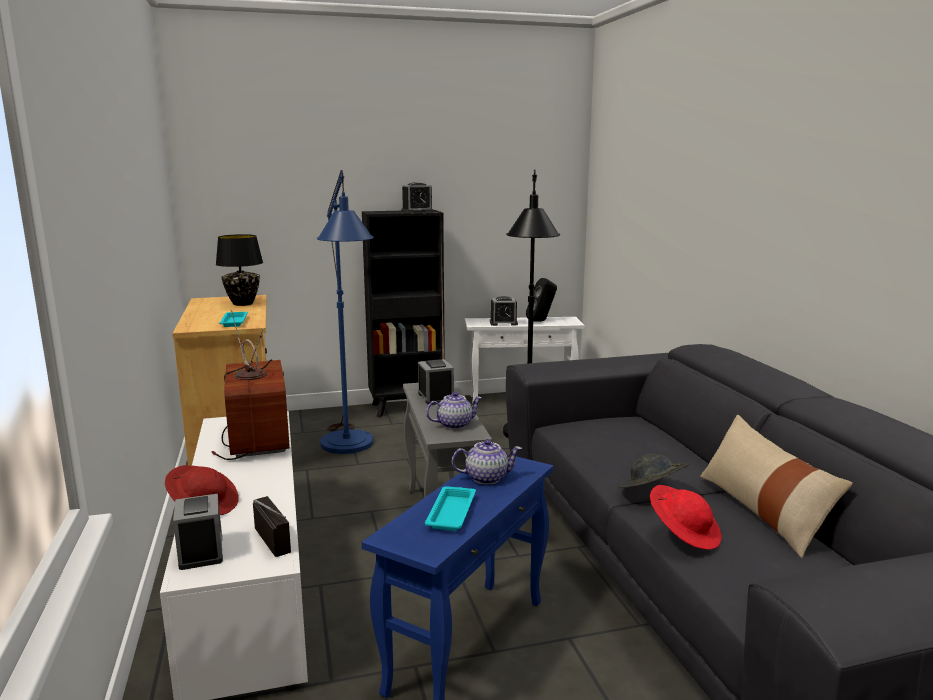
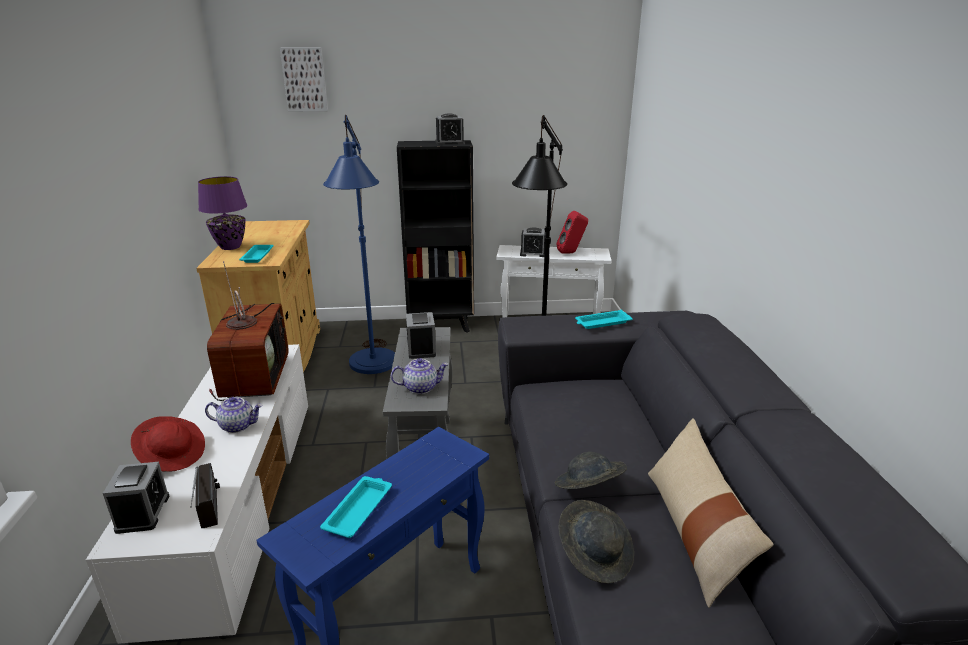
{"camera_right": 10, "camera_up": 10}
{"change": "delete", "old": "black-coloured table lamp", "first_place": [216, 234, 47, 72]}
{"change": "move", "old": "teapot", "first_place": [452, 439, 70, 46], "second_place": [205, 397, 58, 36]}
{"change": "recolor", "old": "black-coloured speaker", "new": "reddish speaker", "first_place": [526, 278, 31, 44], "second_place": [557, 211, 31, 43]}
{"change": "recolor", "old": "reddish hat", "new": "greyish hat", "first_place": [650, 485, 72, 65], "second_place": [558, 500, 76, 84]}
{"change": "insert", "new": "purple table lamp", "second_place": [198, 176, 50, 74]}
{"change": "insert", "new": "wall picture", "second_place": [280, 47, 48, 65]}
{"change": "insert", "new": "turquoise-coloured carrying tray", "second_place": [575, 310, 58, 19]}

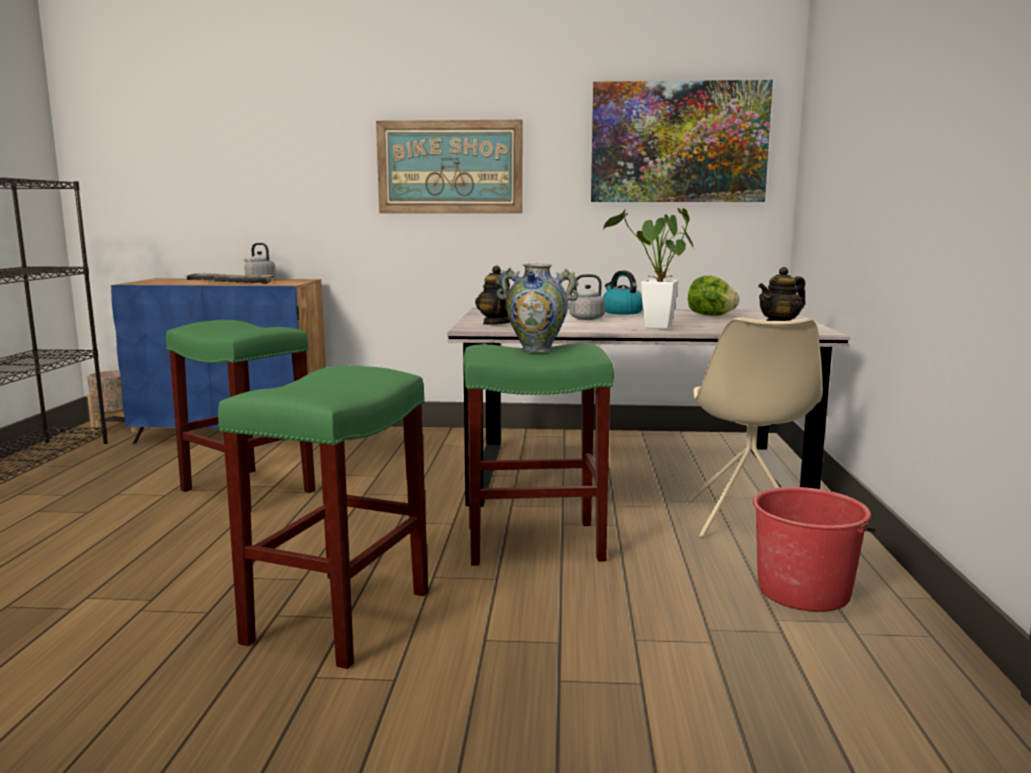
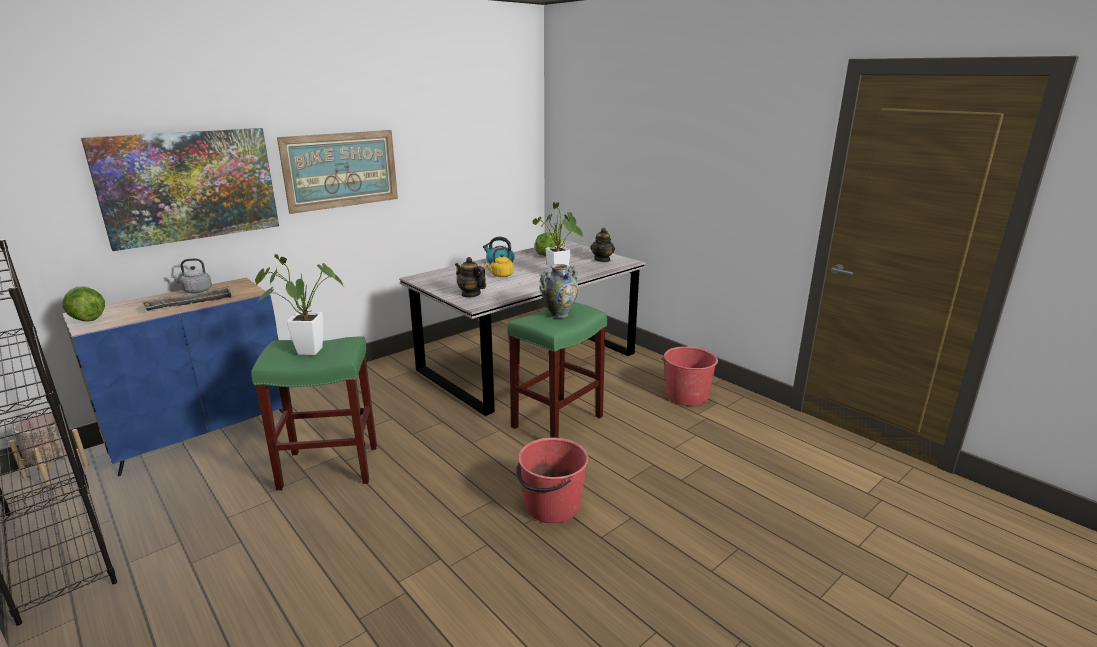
{"camera_right": -45, "camera_up": 10}
{"change": "replace", "old": "greenish sitting stool", "new": "reddish bucket", "first_place": [218, 365, 210, 304], "second_place": [517, 438, 72, 85]}
{"change": "recolor", "old": "greyish tea kettle", "new": "yellow tea kettle", "first_place": [568, 274, 37, 46], "second_place": [484, 247, 30, 30]}
{"change": "move", "old": "wall picture", "first_place": [591, 80, 182, 122], "second_place": [81, 128, 198, 123]}
{"change": "delete", "old": "sand-coloured upright chair", "first_place": [689, 317, 134, 221]}
{"change": "insert", "new": "lettuce", "second_place": [62, 287, 43, 34]}
{"change": "insert", "new": "plant in a pot", "second_place": [255, 254, 88, 101]}

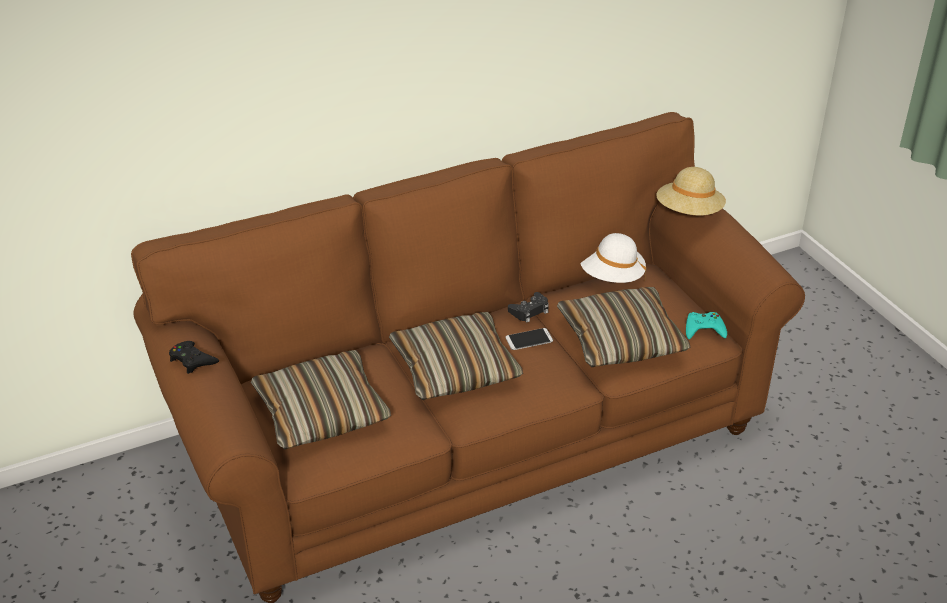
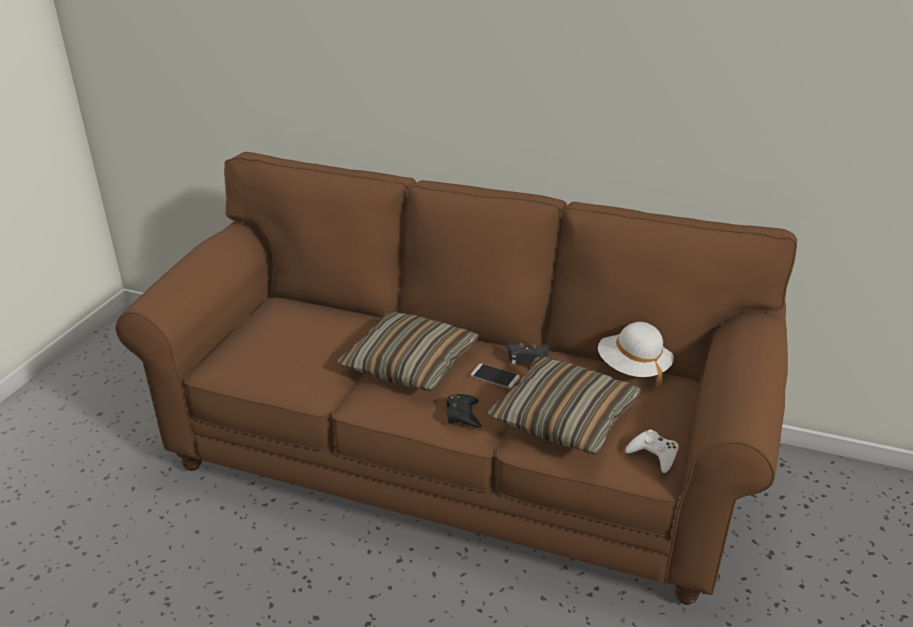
{"camera_right": 45, "camera_up": -5}
{"change": "move", "old": "black-coloured gamepad", "first_place": [169, 341, 50, 33], "second_place": [446, 394, 35, 34]}
{"change": "delete", "old": "pillow", "first_place": [251, 350, 140, 99]}
{"change": "delete", "old": "sand-coloured hat", "first_place": [656, 167, 70, 49]}
{"change": "recolor", "old": "turquoise-coloured gamepad", "new": "white gamepad", "first_place": [686, 312, 41, 27], "second_place": [625, 429, 54, 44]}

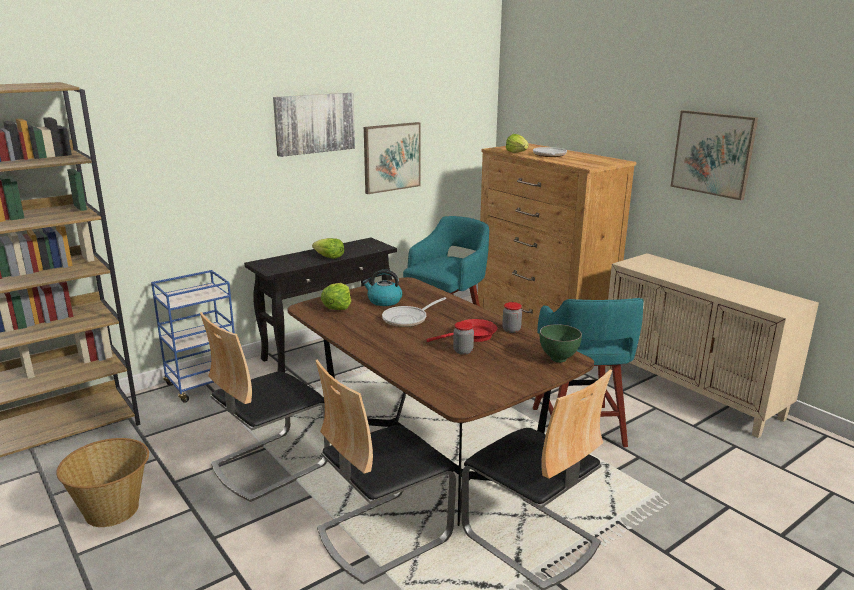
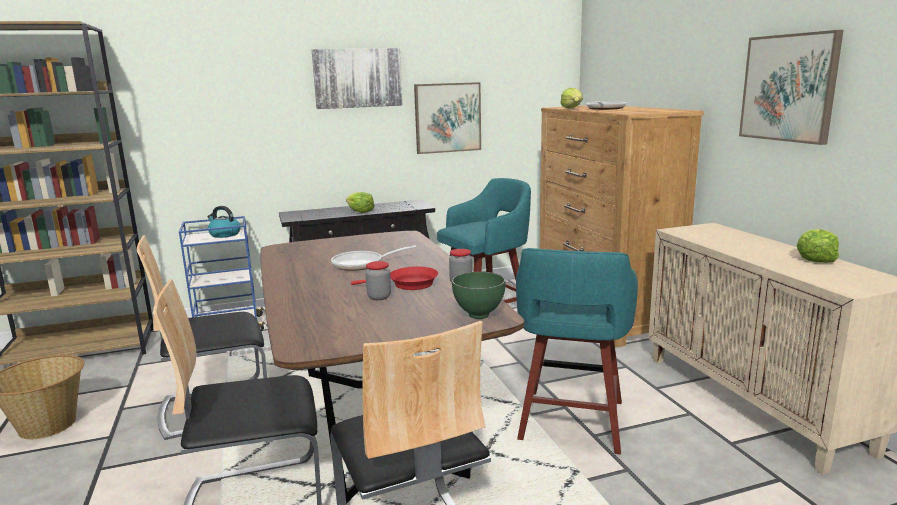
{"camera_right": 20, "camera_up": -5}
{"change": "move", "old": "lettuce", "first_place": [321, 283, 30, 27], "second_place": [797, 229, 42, 34]}
{"change": "move", "old": "tea kettle", "first_place": [362, 270, 40, 36], "second_place": [207, 206, 34, 32]}

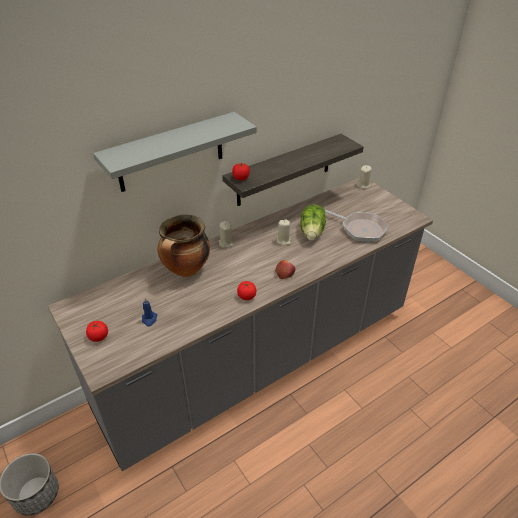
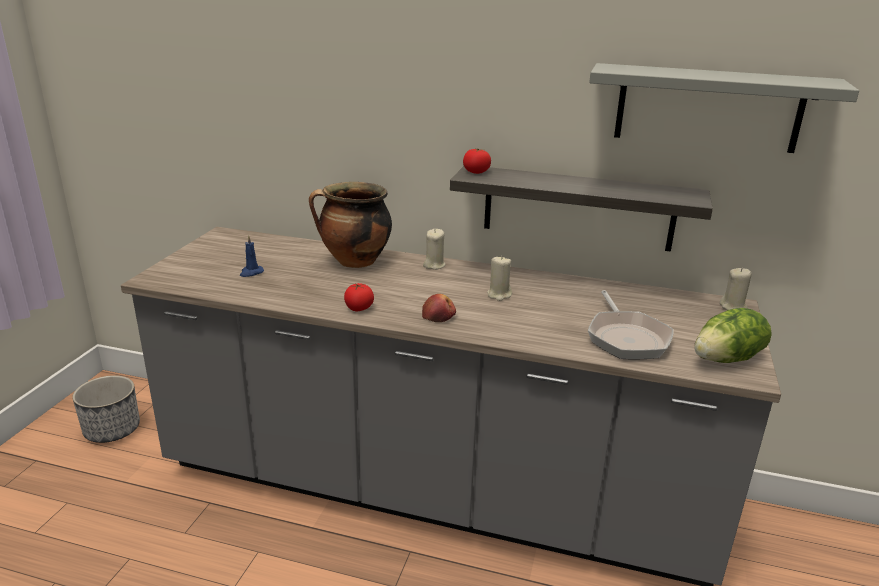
{"camera_right": 50, "camera_up": -15}
{"change": "delete", "old": "fresh tomato", "first_place": [86, 321, 22, 21]}
{"change": "move", "old": "greyish bracket shelf", "first_place": [93, 112, 164, 80], "second_place": [589, 63, 270, 90]}
{"change": "move", "old": "lettuce", "first_place": [300, 205, 26, 35], "second_place": [694, 308, 78, 55]}

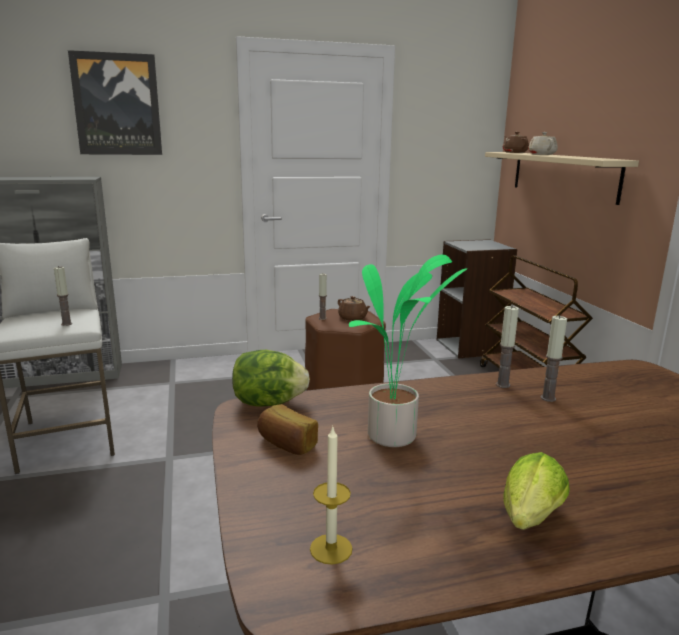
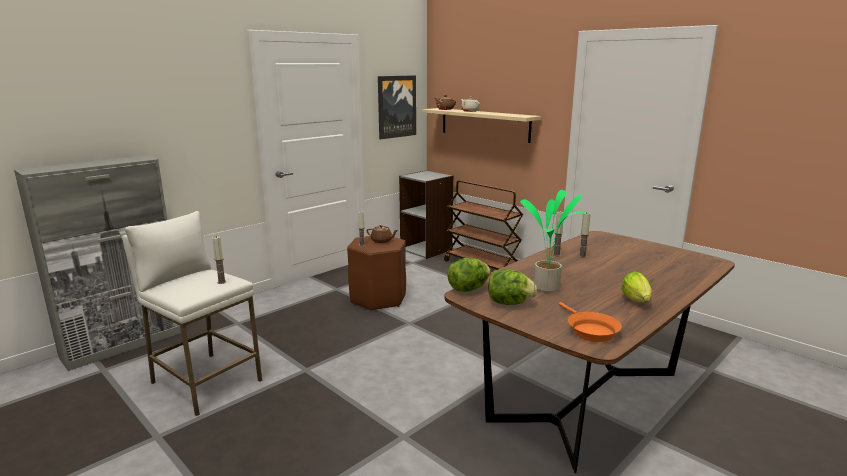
{"camera_right": -30, "camera_up": 0}
{"change": "move", "old": "wall picture", "first_place": [68, 50, 94, 105], "second_place": [378, 75, 38, 64]}
{"change": "replace", "old": "baked bread", "new": "lettuce", "first_place": [257, 404, 61, 51], "second_place": [488, 269, 49, 36]}
{"change": "replace", "old": "candle", "new": "orange skillet", "first_place": [310, 425, 43, 140], "second_place": [559, 302, 63, 40]}

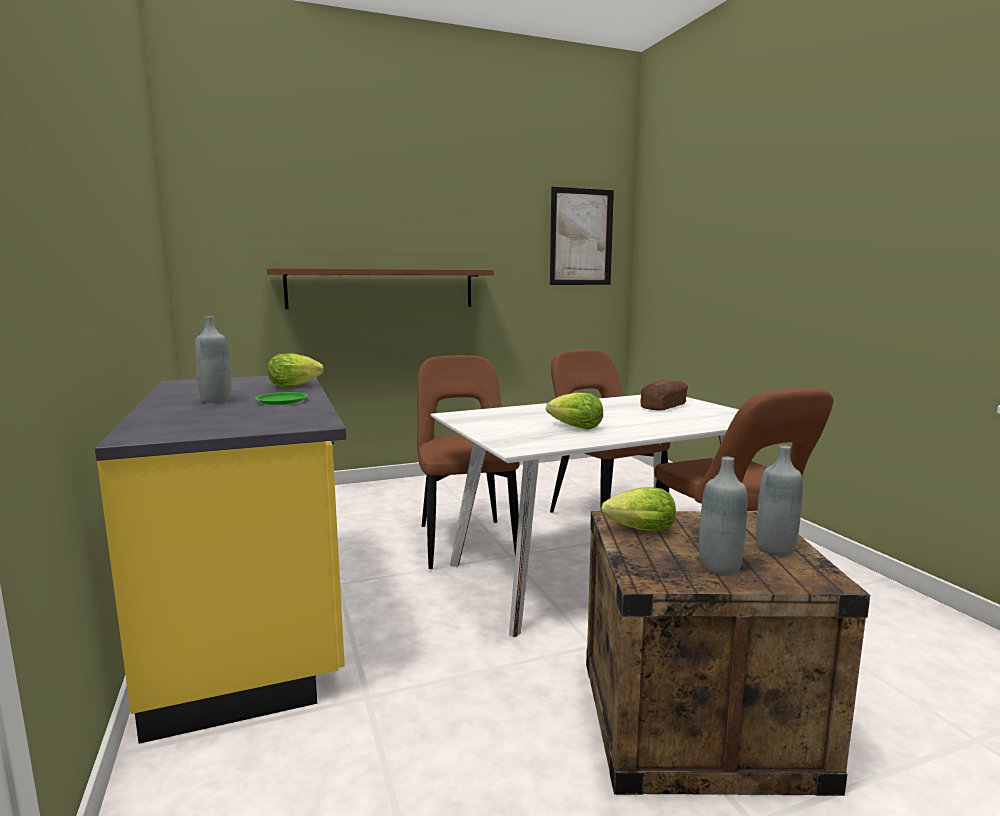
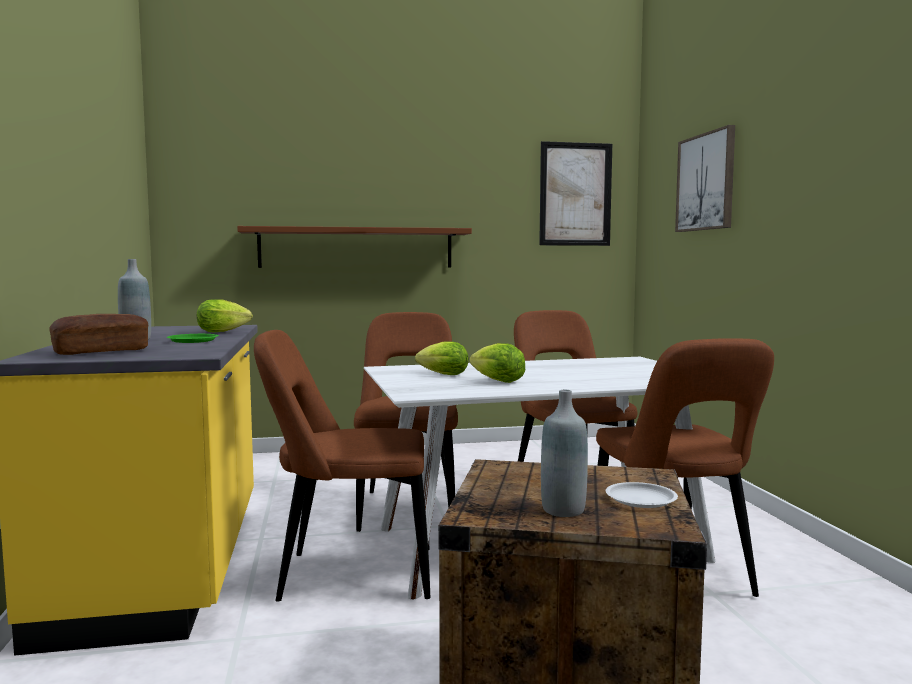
{"camera_right": 10, "camera_up": -5}
{"change": "move", "old": "lettuce", "first_place": [601, 487, 75, 44], "second_place": [415, 342, 53, 33]}
{"change": "move", "old": "baked bread", "first_place": [641, 380, 47, 31], "second_place": [50, 314, 98, 41]}
{"change": "replace", "old": "greyish beverage bottle", "new": "white dinner plate", "first_place": [756, 445, 47, 111], "second_place": [606, 482, 72, 26]}
{"change": "insert", "new": "brown-coloured upright chair", "second_place": [254, 330, 176, 272]}
{"change": "insert", "new": "wall picture", "second_place": [675, 125, 60, 107]}

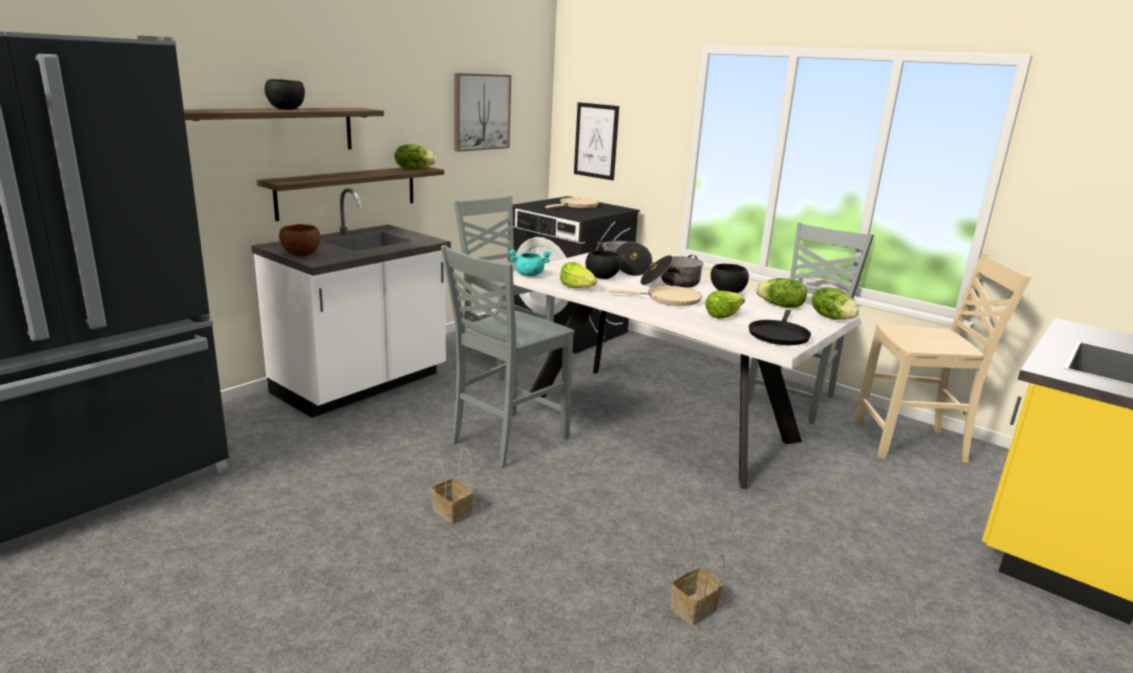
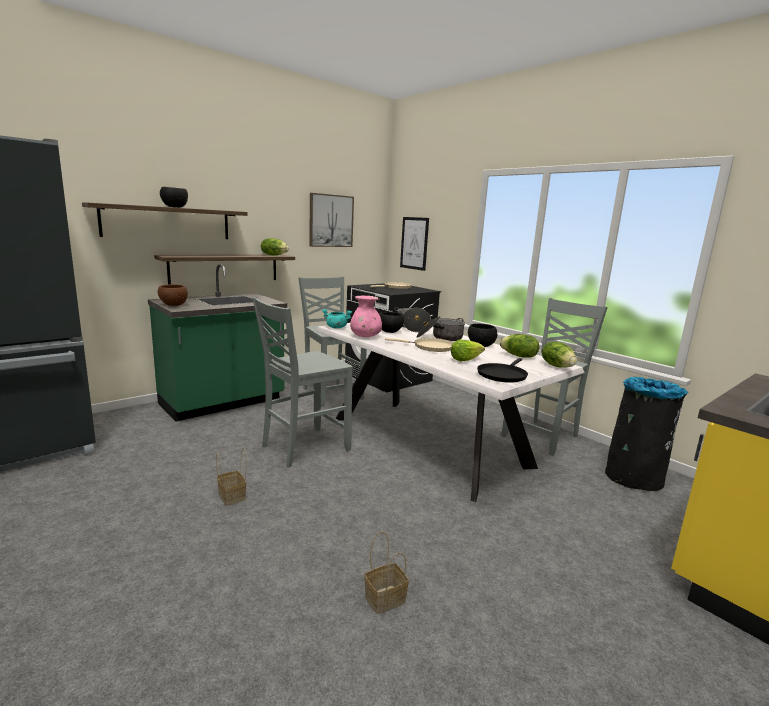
{"camera_right": 10, "camera_up": -5}
{"change": "recolor", "old": "white kitchen counter", "new": "greenish kitchen counter", "first_place": [251, 188, 200, 230], "second_place": [148, 264, 139, 158]}
{"change": "replace", "old": "lettuce", "new": "pinkish vase", "first_place": [560, 262, 37, 26], "second_place": [350, 295, 32, 42]}
{"change": "replace", "old": "sand-coloured upright chair", "new": "black-coloured rubbish bin", "first_place": [854, 254, 177, 209], "second_place": [605, 377, 83, 114]}

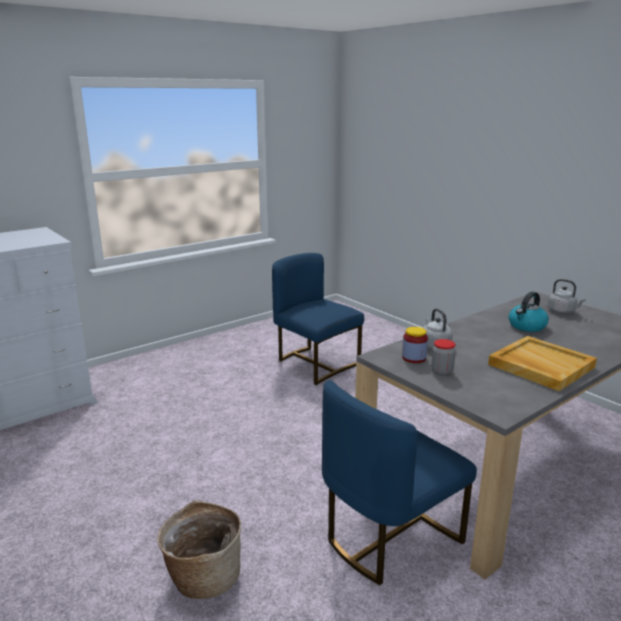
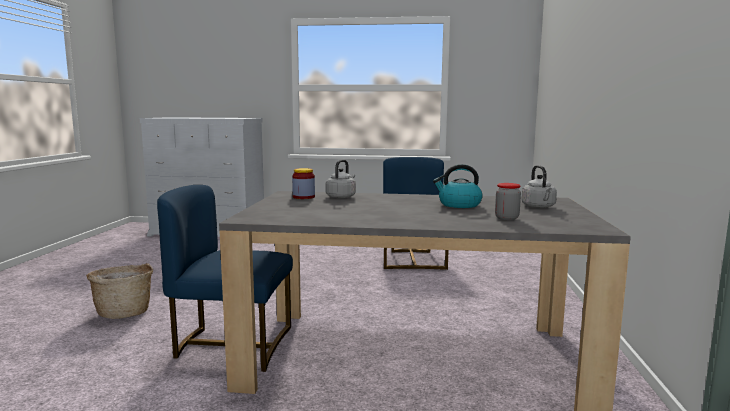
{"camera_right": 45, "camera_up": -10}
{"change": "move", "old": "jar", "first_place": [431, 339, 25, 37], "second_place": [495, 183, 26, 37]}
{"change": "delete", "old": "sand-coloured carrying tray", "first_place": [488, 336, 109, 55]}

